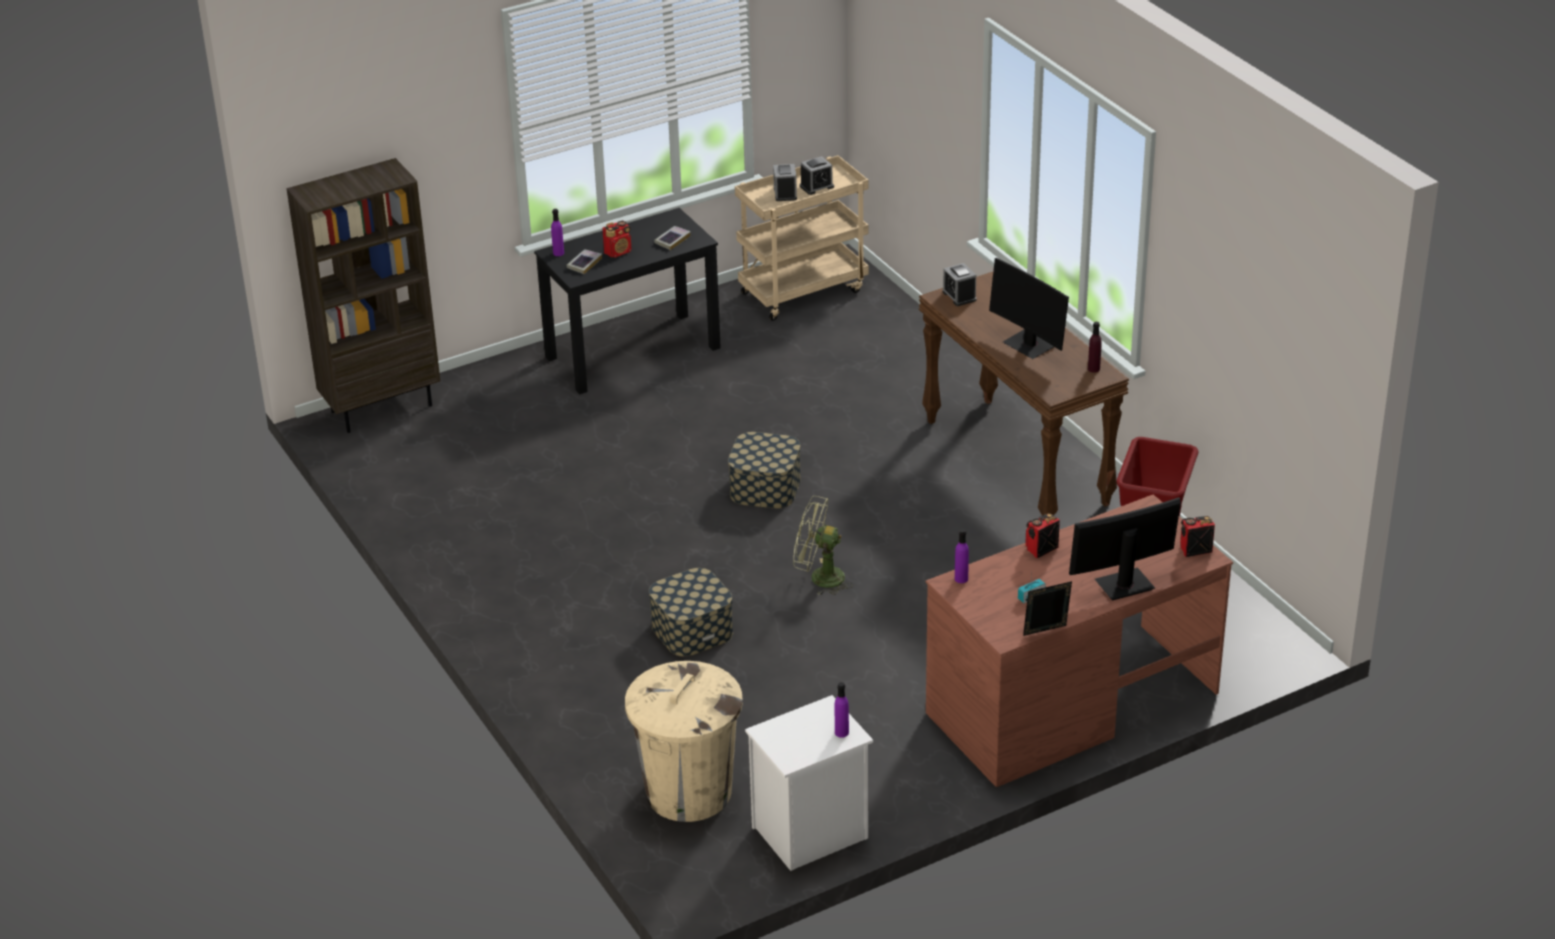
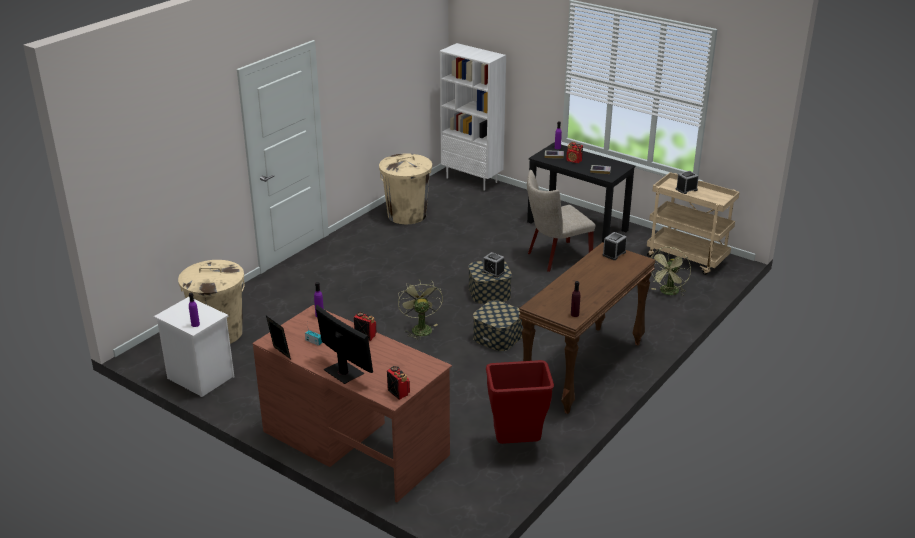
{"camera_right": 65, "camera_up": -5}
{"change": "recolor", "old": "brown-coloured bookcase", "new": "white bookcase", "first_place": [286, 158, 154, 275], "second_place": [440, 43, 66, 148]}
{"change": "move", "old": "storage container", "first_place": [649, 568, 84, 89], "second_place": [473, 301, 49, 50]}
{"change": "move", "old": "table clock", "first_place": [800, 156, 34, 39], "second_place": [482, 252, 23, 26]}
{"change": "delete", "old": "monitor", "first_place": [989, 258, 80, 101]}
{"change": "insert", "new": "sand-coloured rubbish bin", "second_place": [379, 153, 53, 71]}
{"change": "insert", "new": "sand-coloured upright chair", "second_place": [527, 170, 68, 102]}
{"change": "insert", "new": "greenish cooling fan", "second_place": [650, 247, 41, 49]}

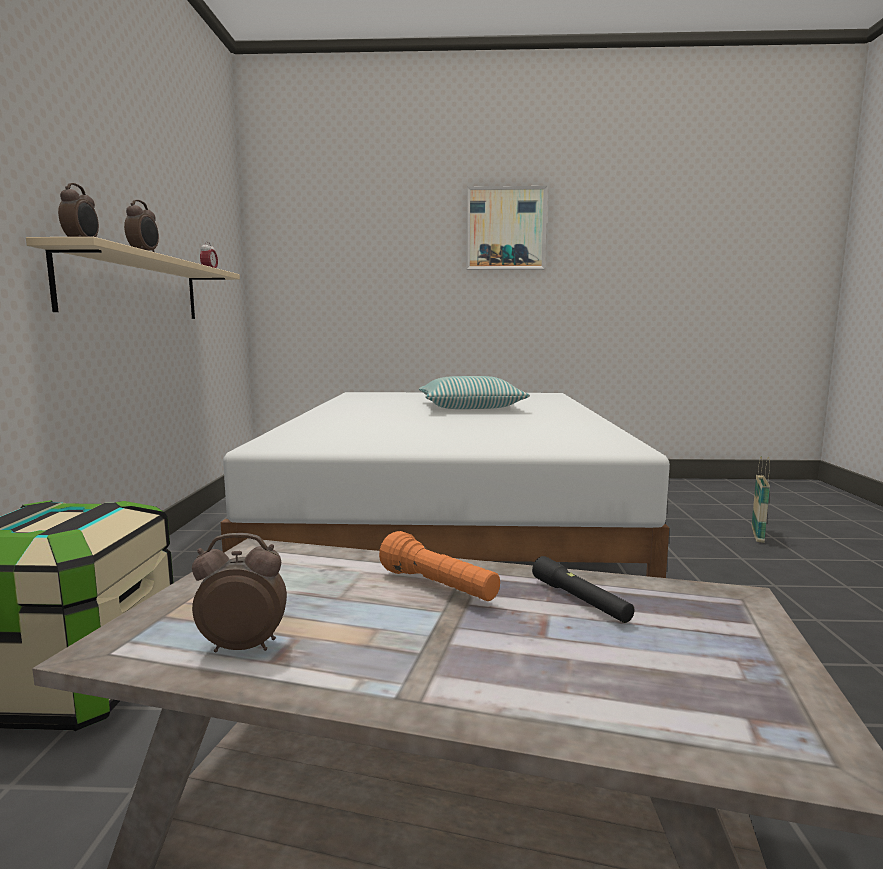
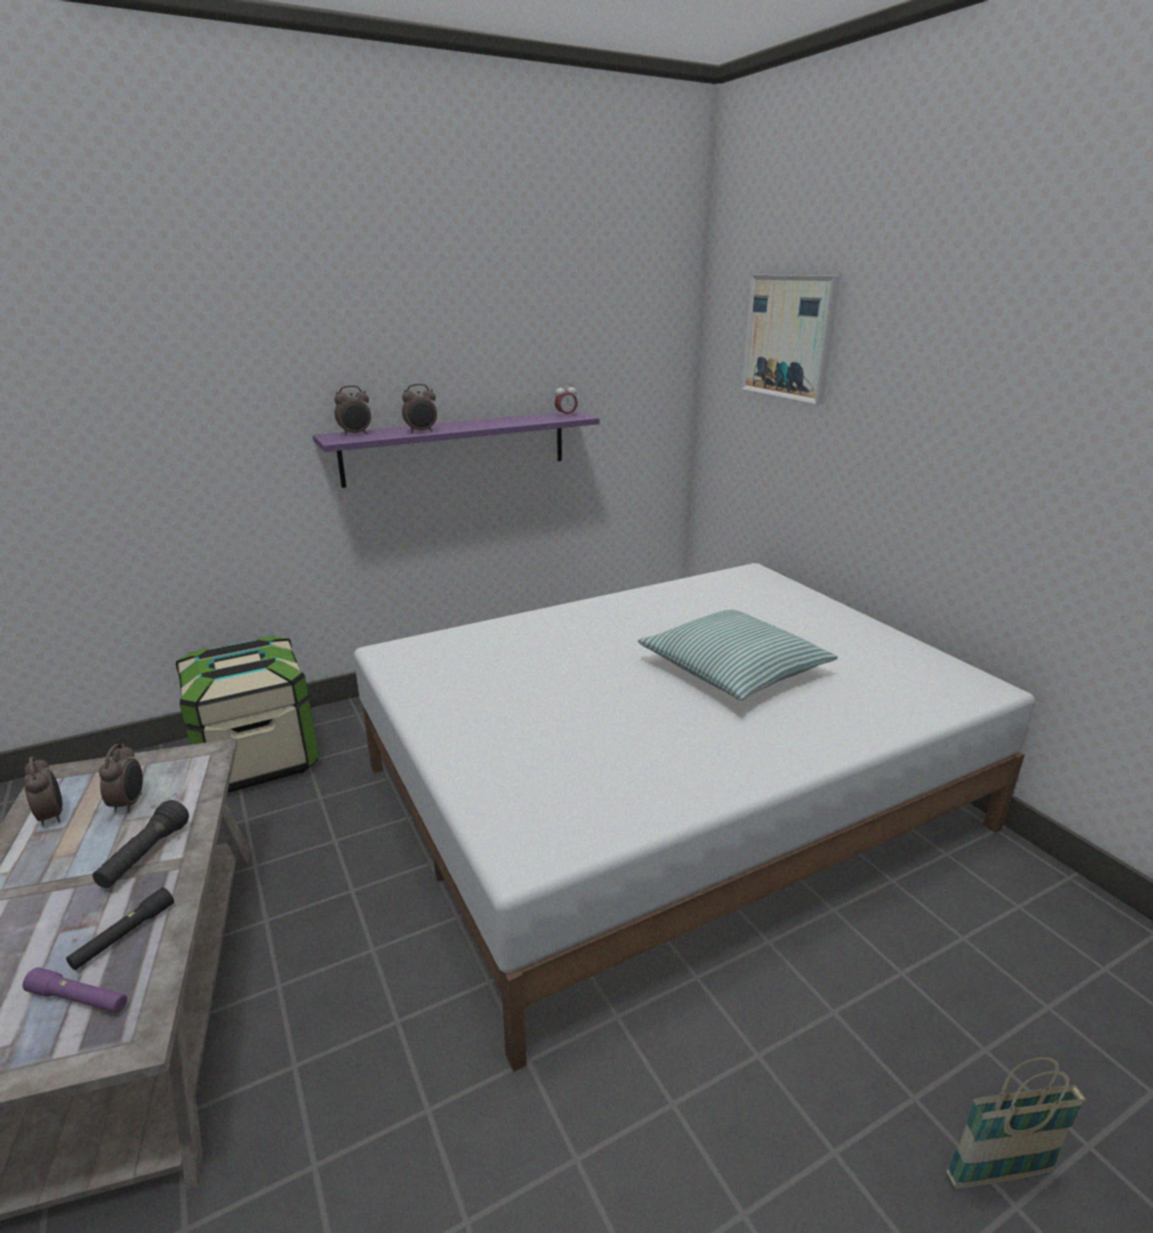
{"camera_right": 60, "camera_up": 15}
{"change": "recolor", "old": "sand-coloured bracket shelf", "new": "purple bracket shelf", "first_place": [26, 237, 214, 82], "second_place": [313, 411, 286, 77]}
{"change": "recolor", "old": "orange flashlight", "new": "black-coloured flashlight", "first_place": [379, 531, 121, 70], "second_place": [92, 800, 97, 88]}
{"change": "move", "old": "wall picture", "first_place": [466, 186, 81, 84], "second_place": [741, 275, 99, 129]}
{"change": "insert", "new": "purple flashlight", "second_place": [23, 967, 104, 46]}
{"change": "insert", "new": "table clock", "second_place": [99, 744, 44, 69]}

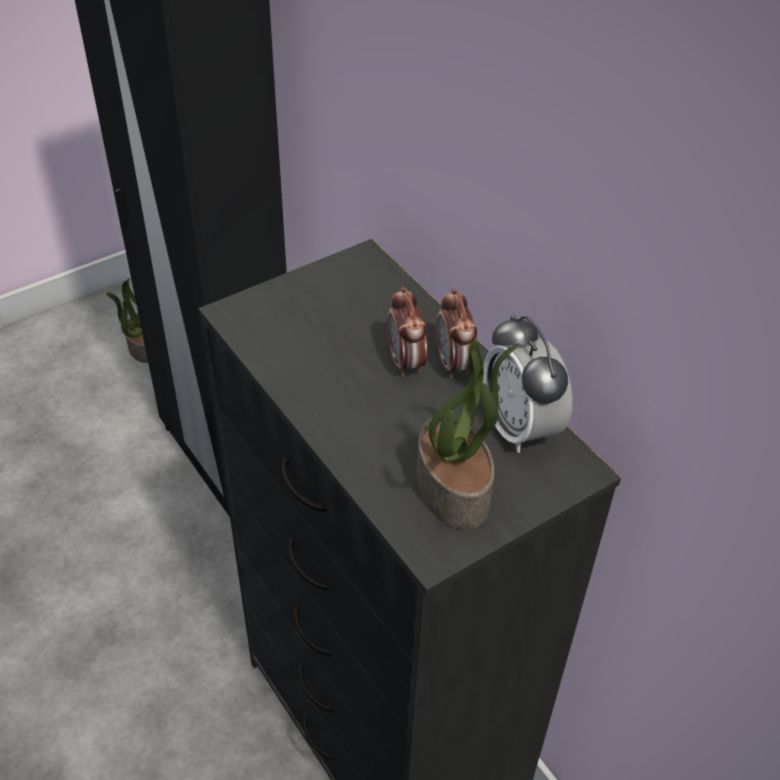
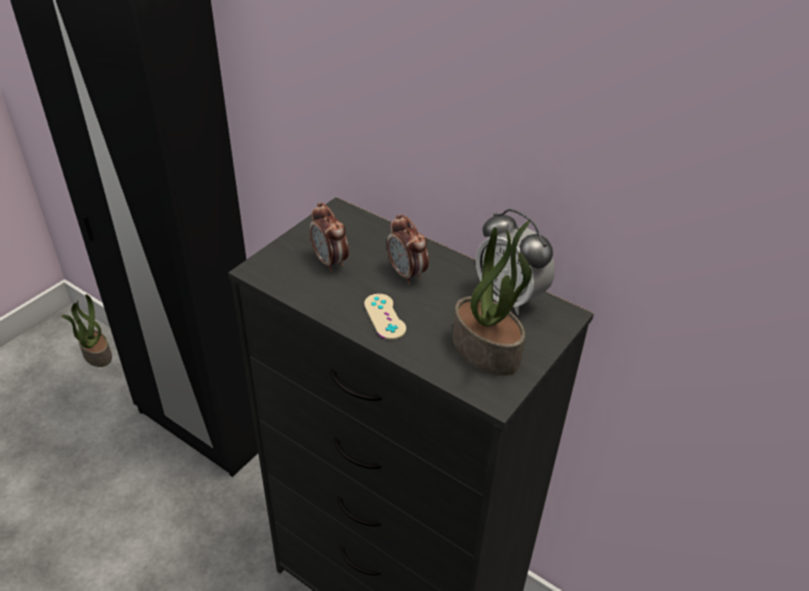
{"camera_right": -20, "camera_up": -5}
{"change": "move", "old": "table clock", "first_place": [436, 288, 41, 91], "second_place": [310, 203, 39, 69]}
{"change": "insert", "new": "sand-coloured gamepad", "second_place": [364, 294, 42, 46]}

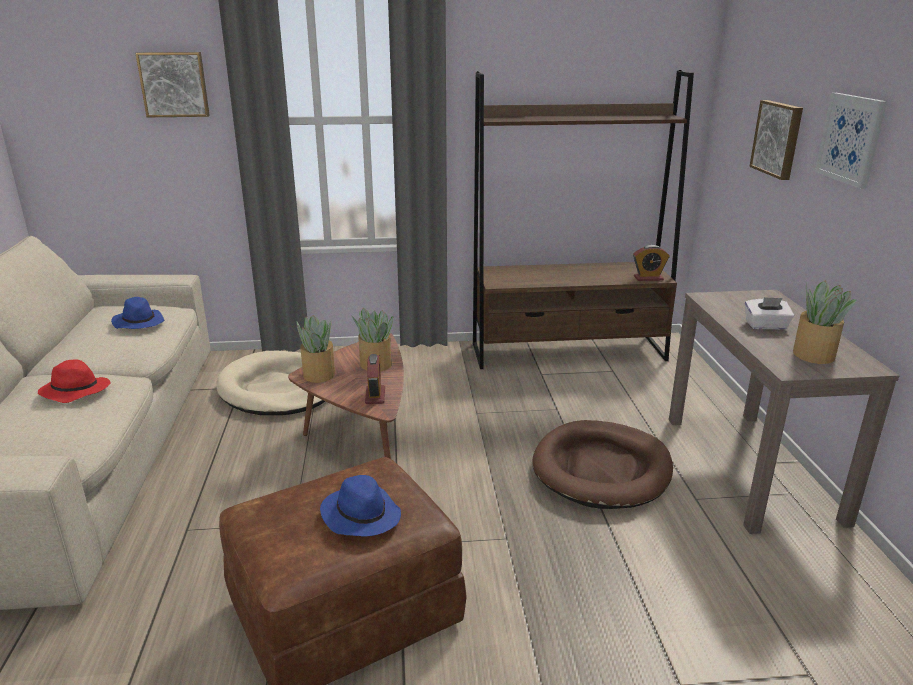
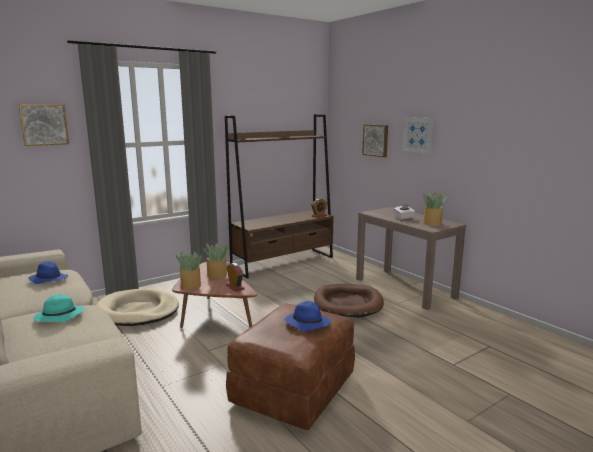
{"camera_right": -30, "camera_up": -10}
{"change": "recolor", "old": "reddish hat", "new": "turquoise-coloured hat", "first_place": [38, 359, 73, 44], "second_place": [33, 294, 52, 28]}

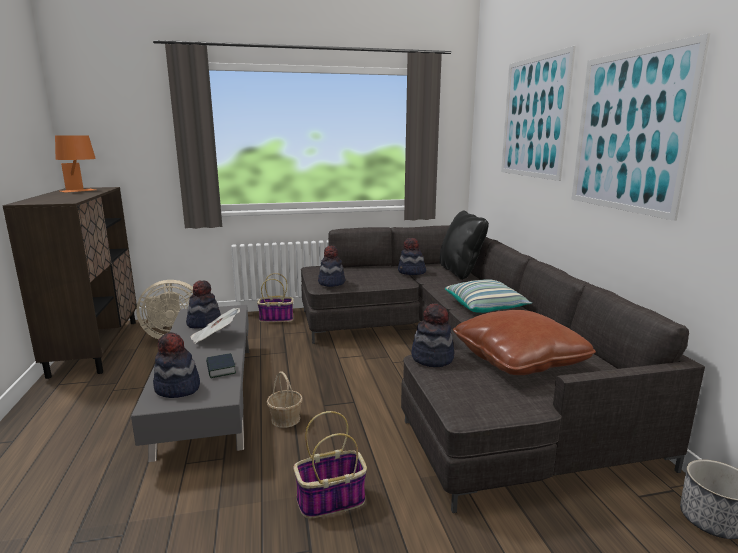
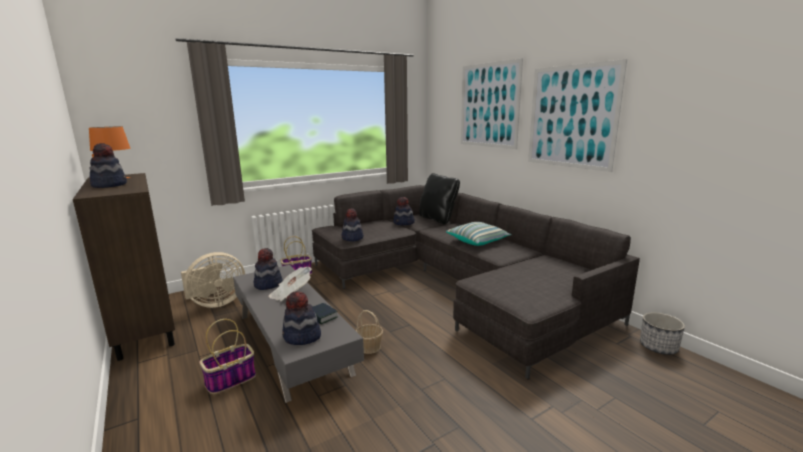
{"camera_right": -20, "camera_up": 0}
{"change": "move", "old": "household basket", "first_place": [294, 411, 73, 107], "second_place": [199, 319, 57, 75]}
{"change": "move", "old": "hat", "first_place": [411, 304, 44, 63], "second_place": [89, 143, 38, 45]}
{"change": "delete", "old": "brown-coloured pillow", "first_place": [453, 310, 143, 65]}

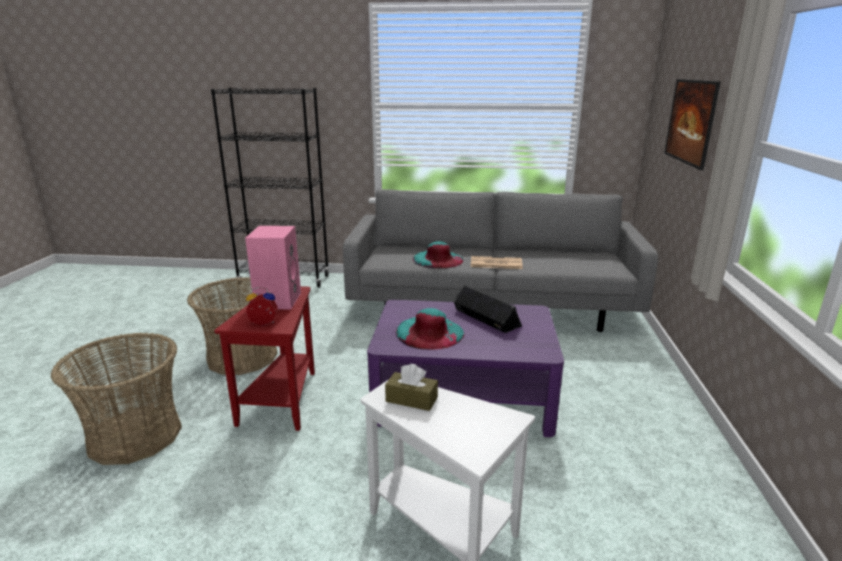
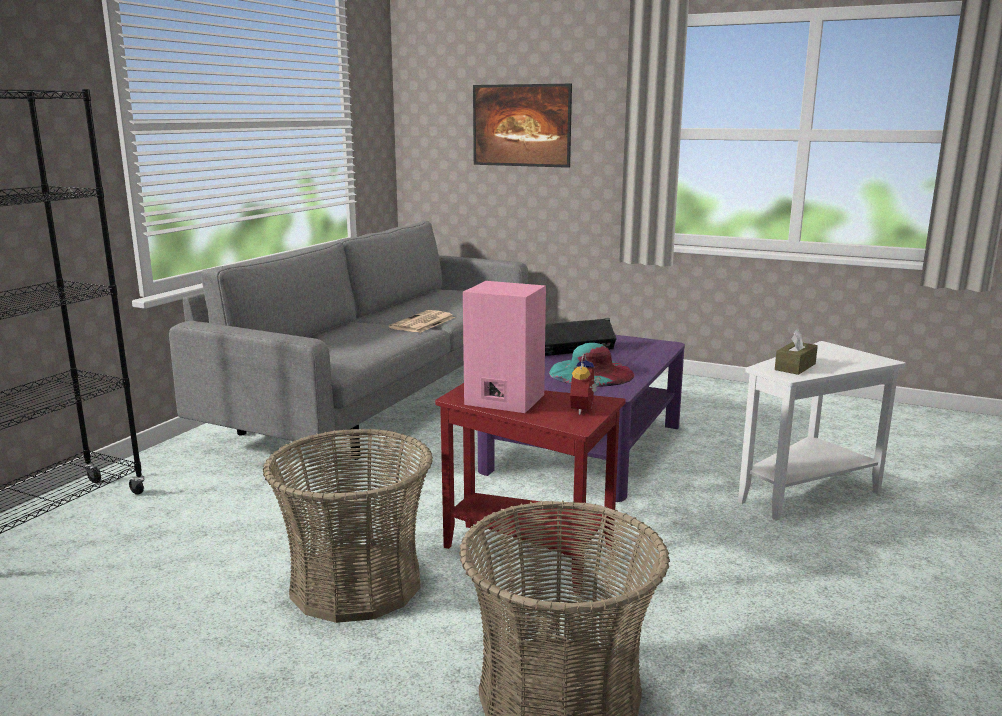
{"camera_right": -70, "camera_up": -5}
{"change": "delete", "old": "turquoise-coloured hat", "first_place": [413, 241, 50, 28]}

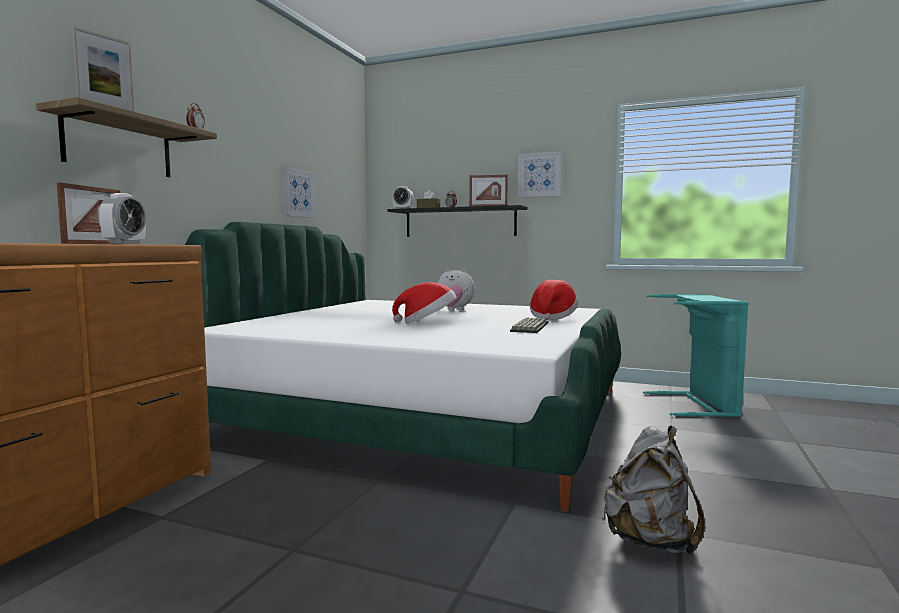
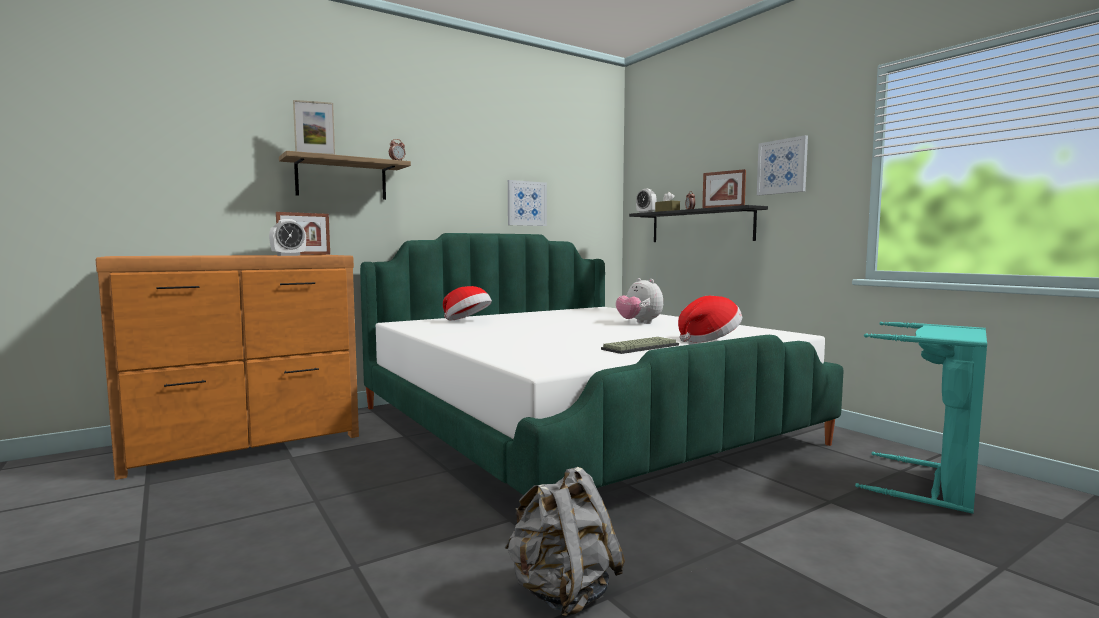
{"camera_right": 35, "camera_up": 0}
{"change": "move", "old": "hat", "first_place": [392, 282, 64, 42], "second_place": [443, 286, 49, 34]}

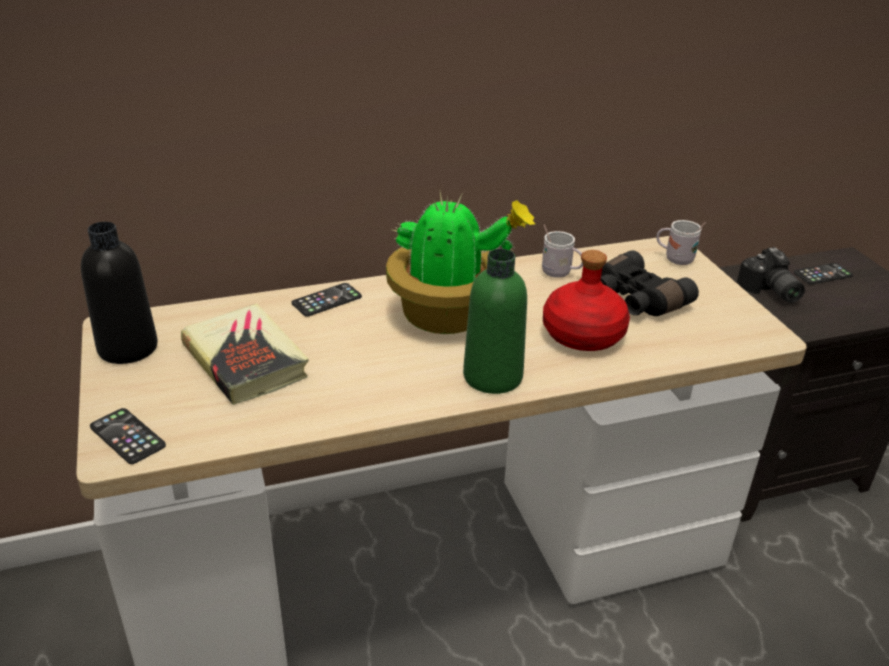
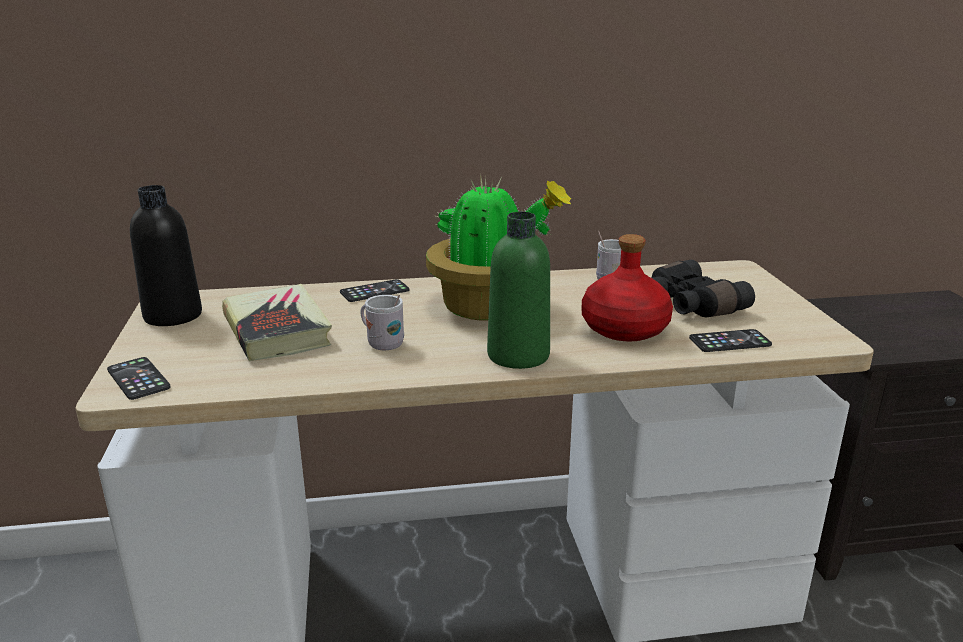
{"camera_right": 10, "camera_up": -10}
{"change": "move", "old": "white tea mug", "first_place": [656, 220, 50, 45], "second_place": [360, 295, 44, 55]}
{"change": "delete", "old": "still camera", "first_place": [737, 247, 68, 56]}
{"change": "move", "old": "phone", "first_place": [794, 263, 59, 22], "second_place": [689, 329, 83, 23]}

